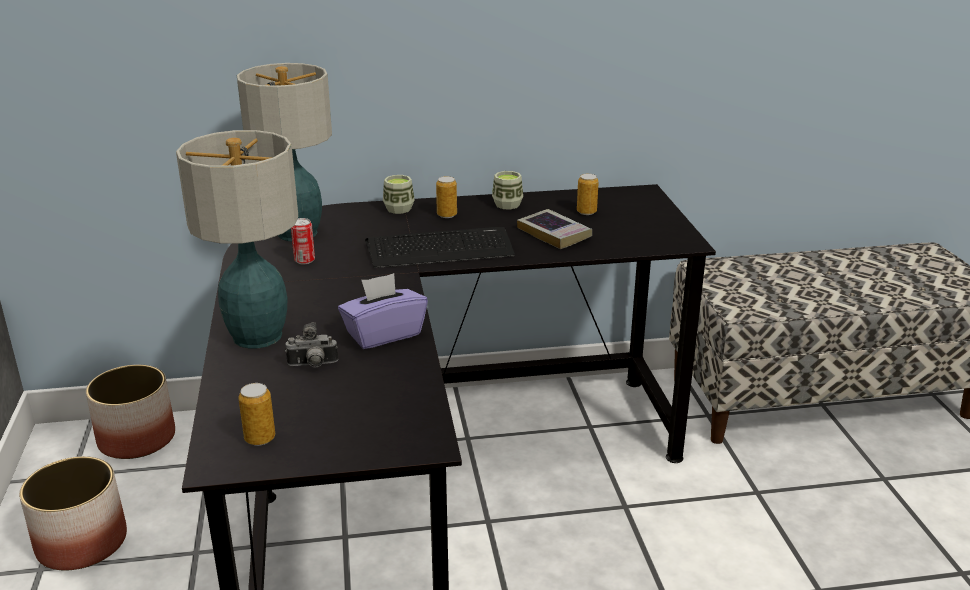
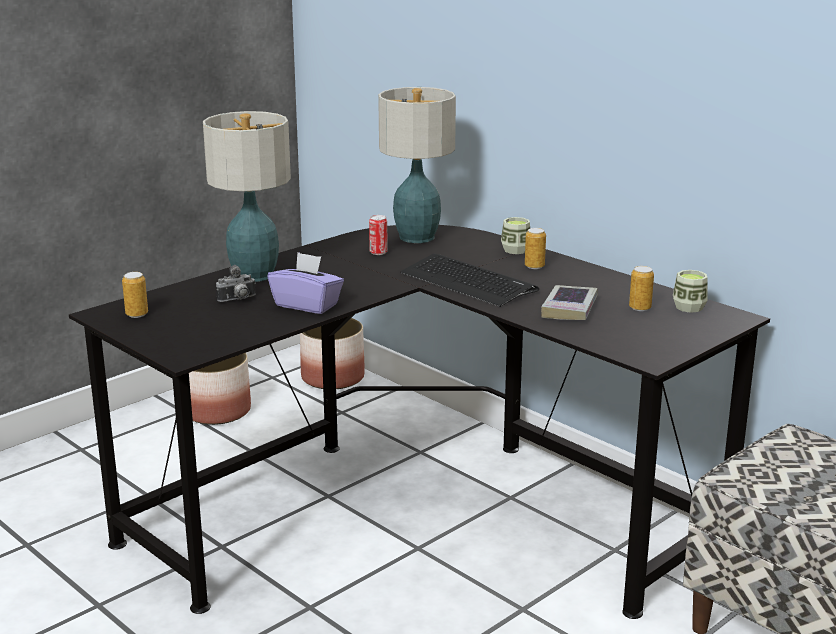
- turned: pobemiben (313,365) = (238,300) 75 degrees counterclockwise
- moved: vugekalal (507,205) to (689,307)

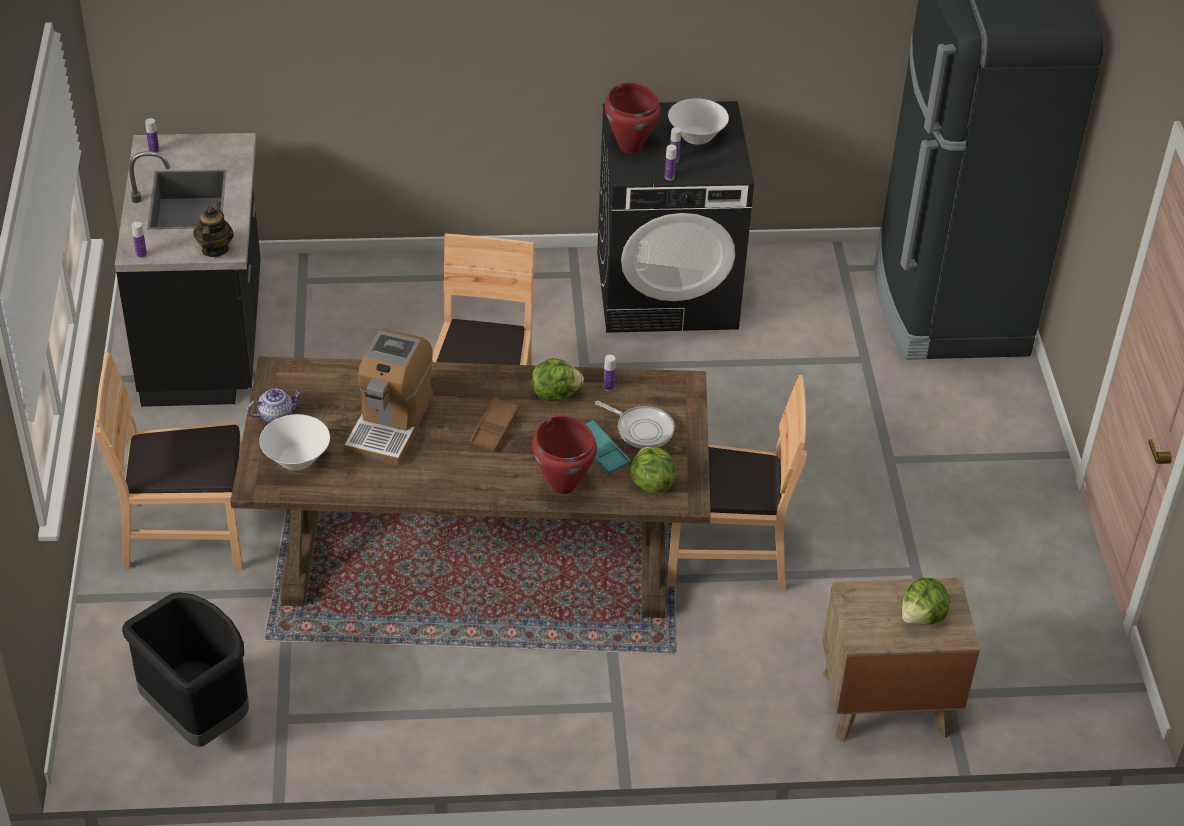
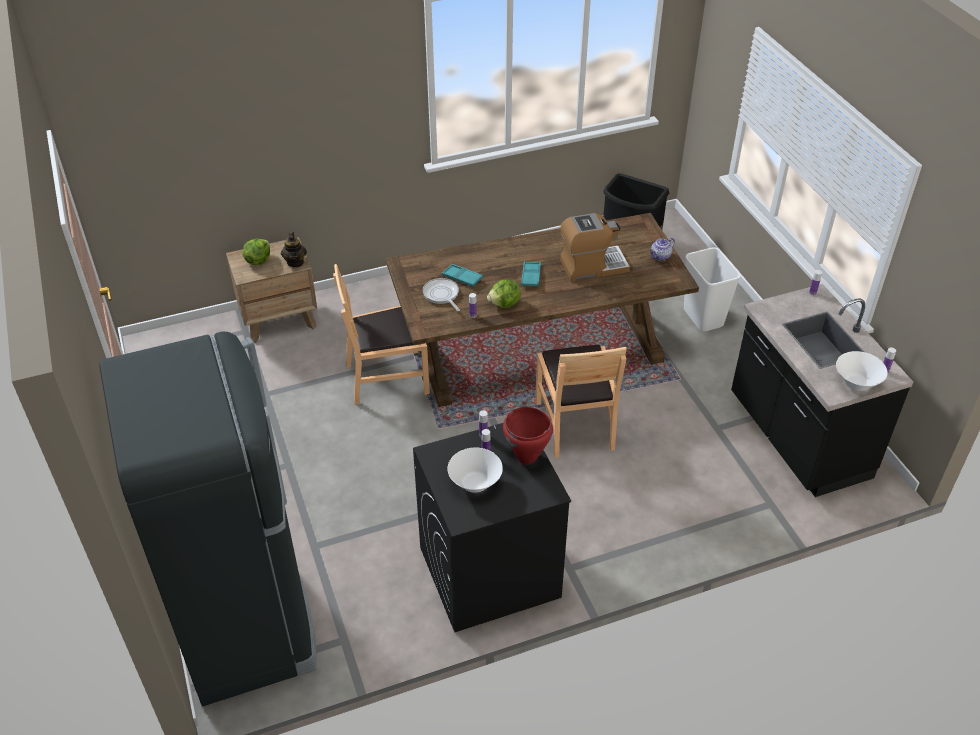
- moved: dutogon (214,249) to (295,262)
- turned: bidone (642,429) = (442,295) 45 degrees clockwise
- recoloured: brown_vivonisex (494,429) to turquoise_vivonisex (531,276)
- turned: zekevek (390,424) = (592,266) 75 degrees clockwise
- replaced: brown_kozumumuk (187,532) to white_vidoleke (704,318)
- moved: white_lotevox (296,459) to (856,383)
- removed: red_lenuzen (563,484)
- removed: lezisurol (651,484)

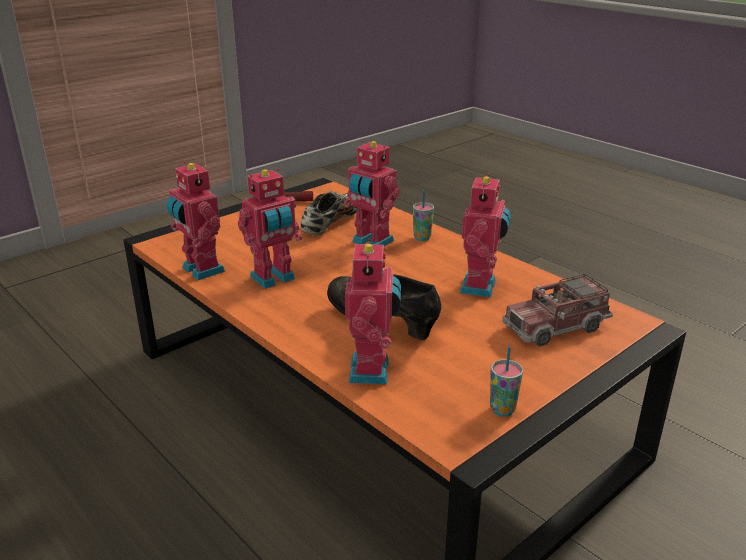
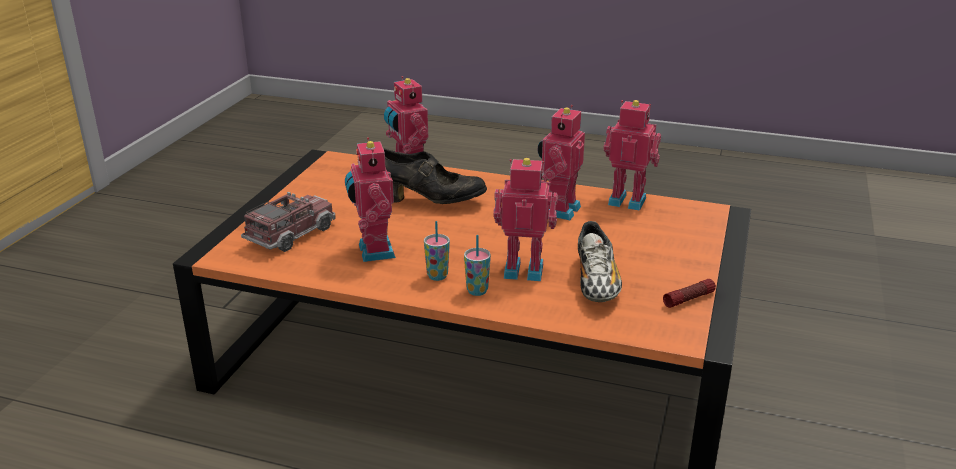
- moved: vugekalal (502,410) to (437,276)

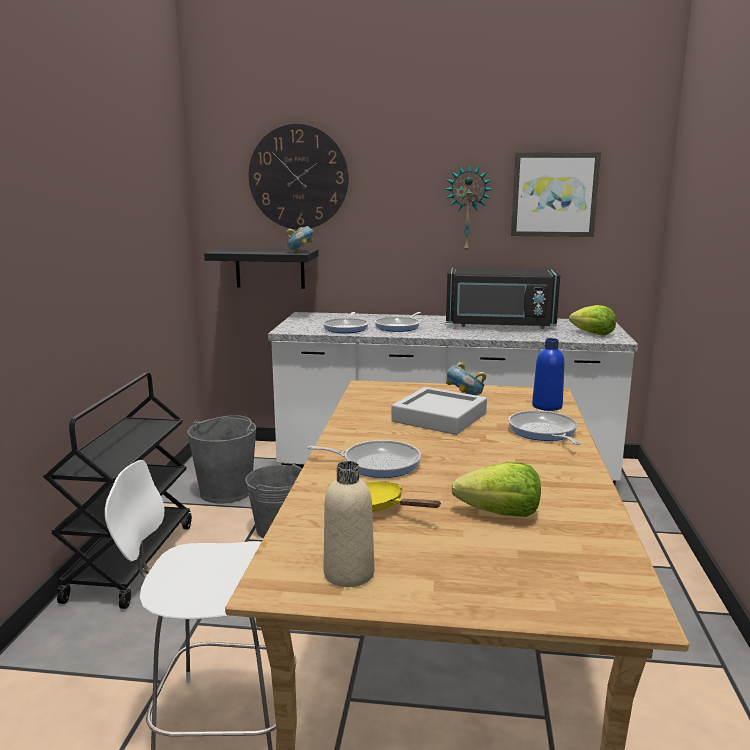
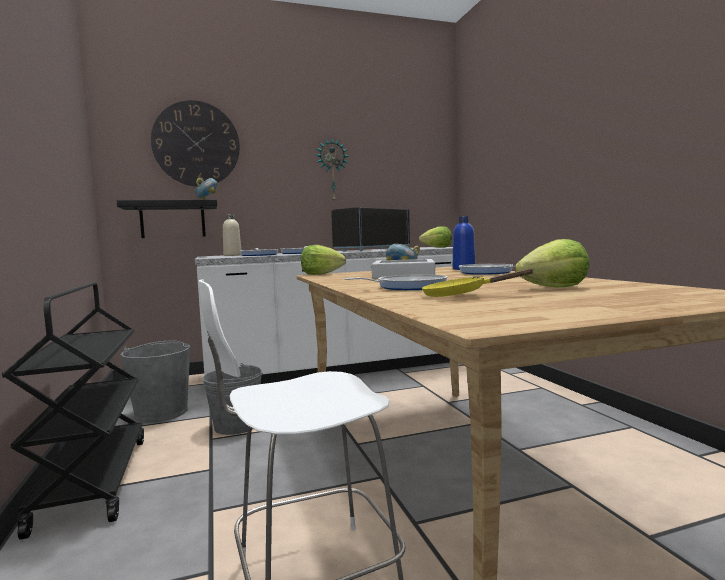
- moved: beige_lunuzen (349,574) to (232,255)
- added: lezisurol (321,274)
- turned: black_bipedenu (499,325) = (370,249) 150 degrees clockwise
- removed: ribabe (554,194)

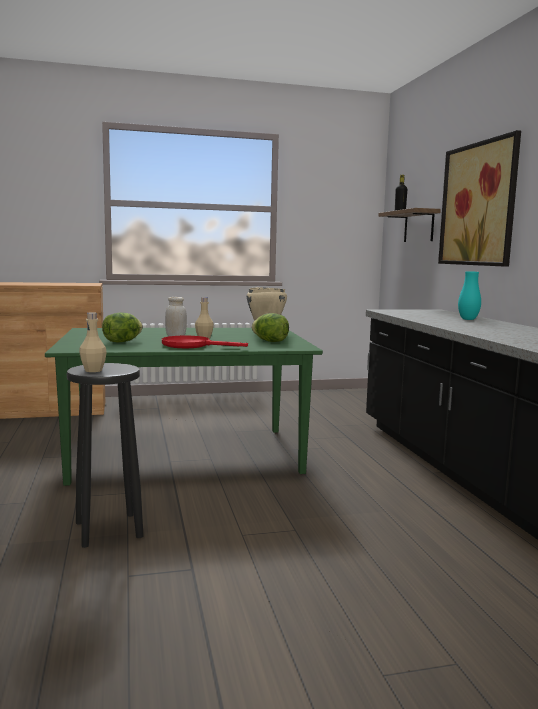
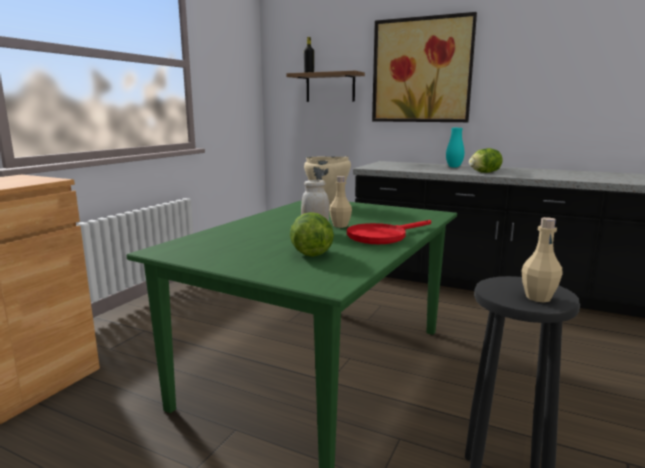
- moved: lezisurol (270,341) to (484,172)

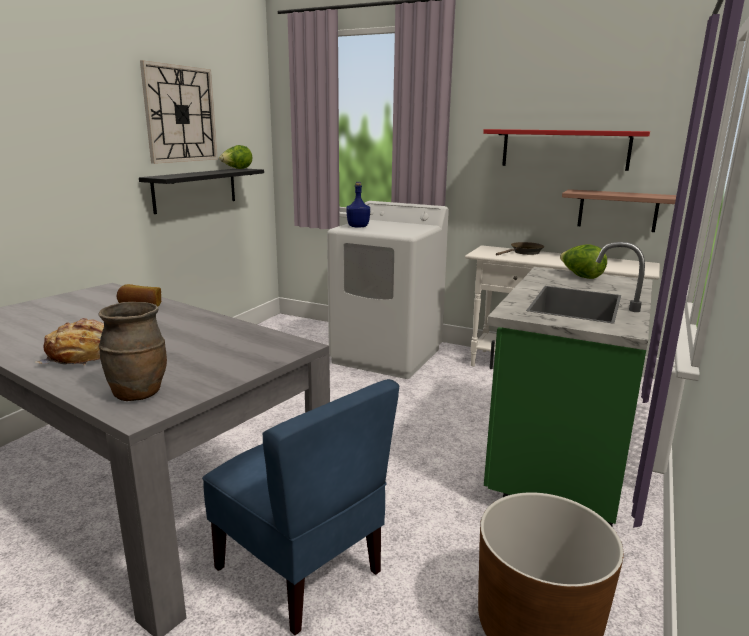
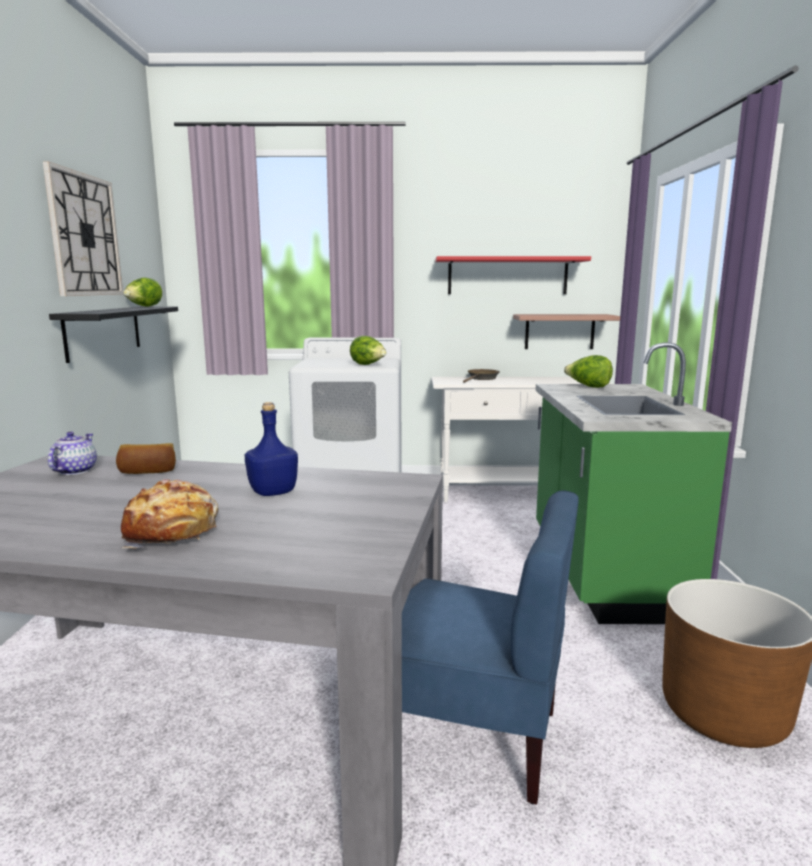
- added: dutogon (74,471)
- moved: blue_lunuzen (358,226) to (274,492)
- added: lezisurol (368,365)
- removed: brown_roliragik (139,393)

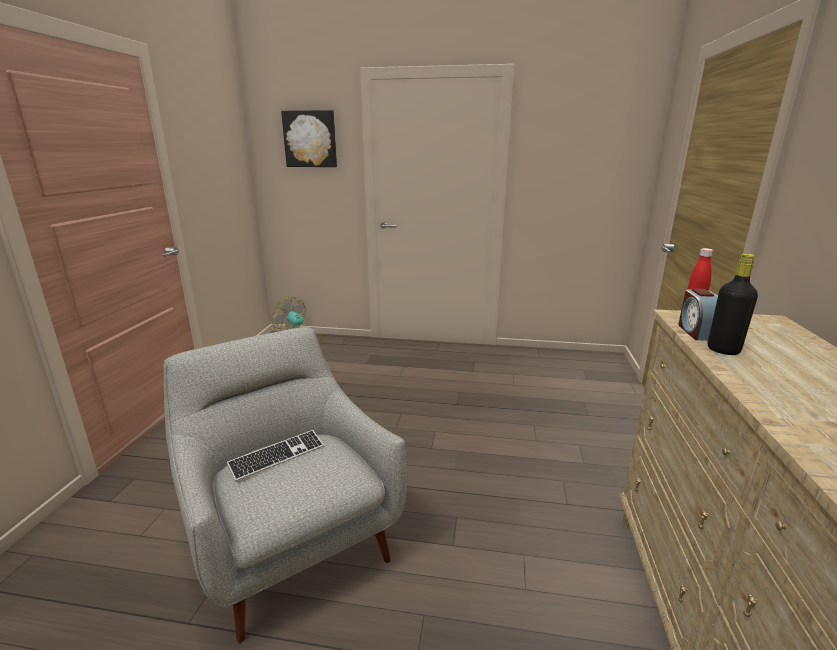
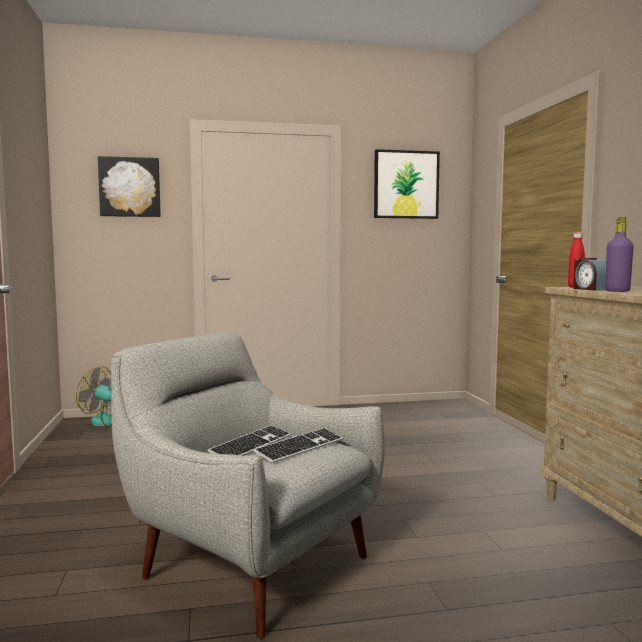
- added: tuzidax (300,447)
- added: ribabe (406,184)
- recoloured: black_lunuzen (723,350) to purple_lunuzen (617,291)

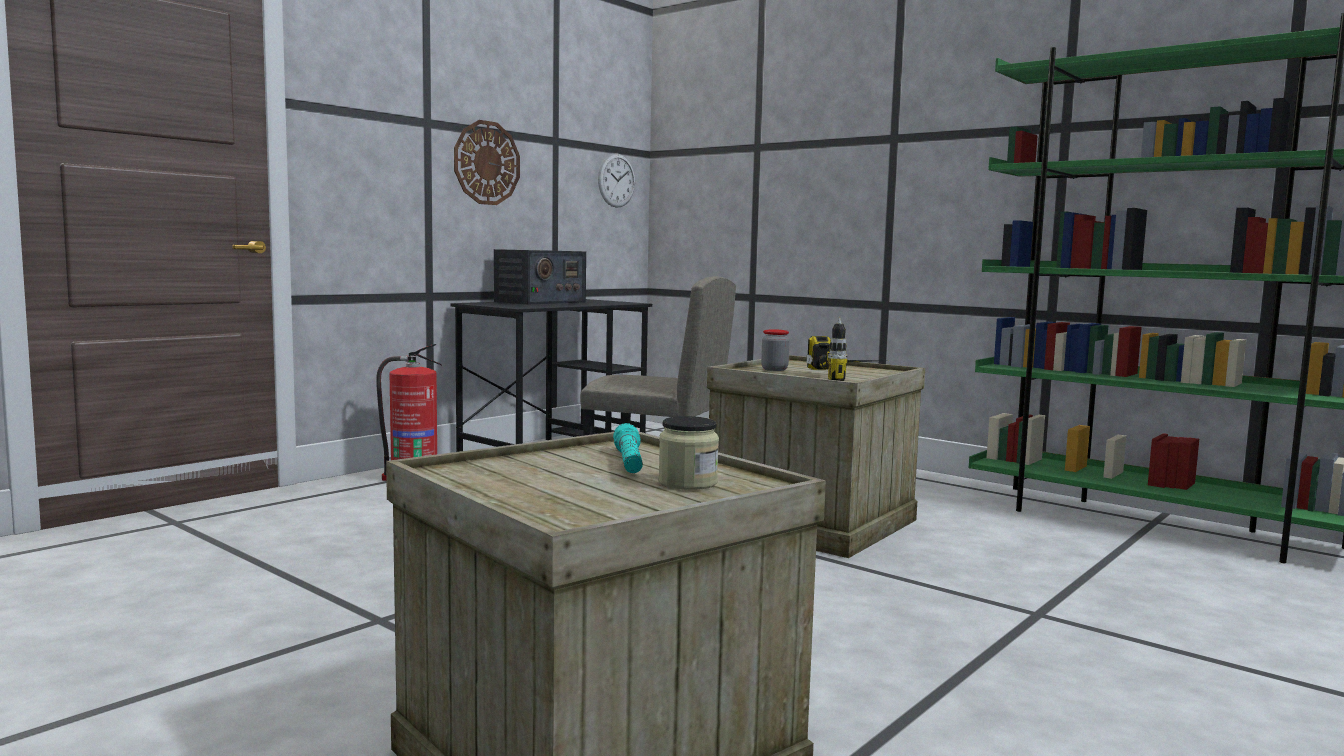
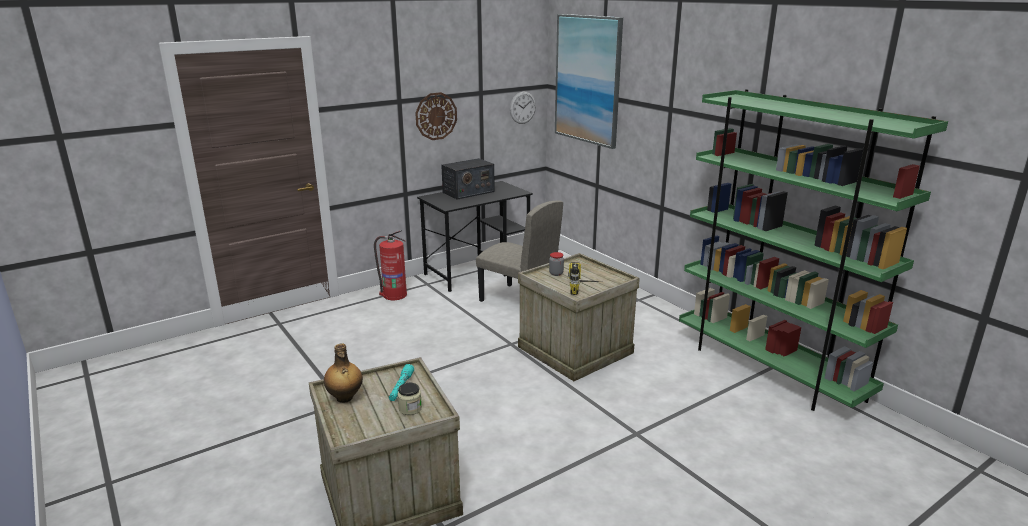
- added: lunuzen (345,398)
- added: ribabe (587,80)

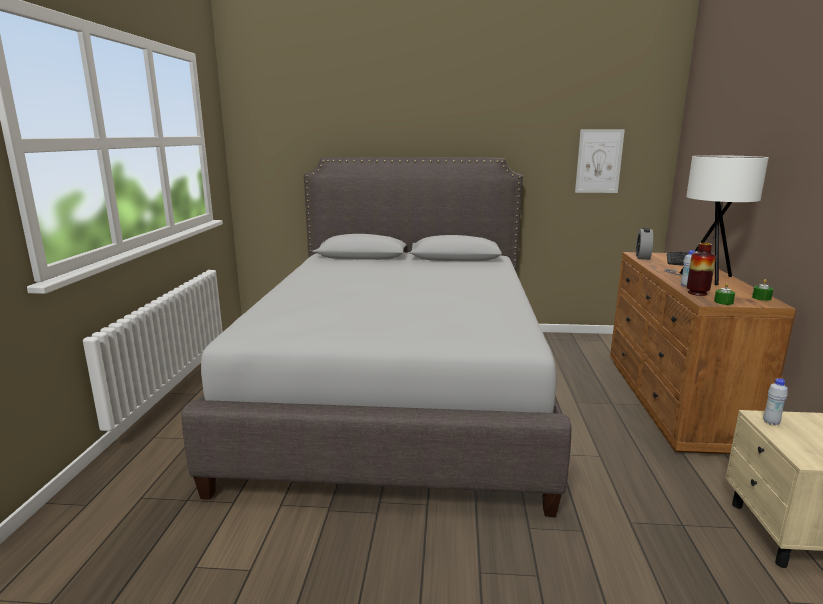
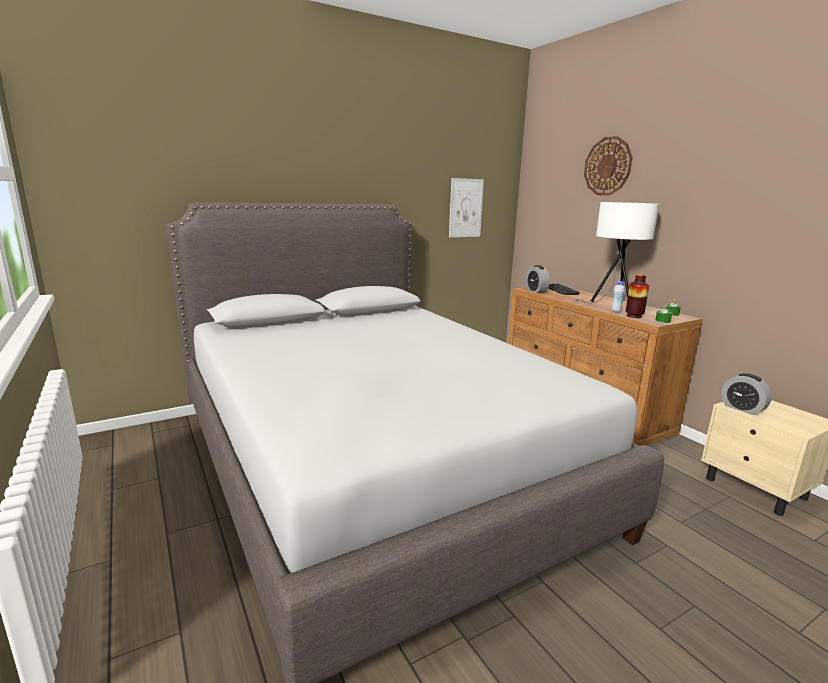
- added: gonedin (607,166)
- replaced: white_lunuzen (771,422) to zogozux (742,408)

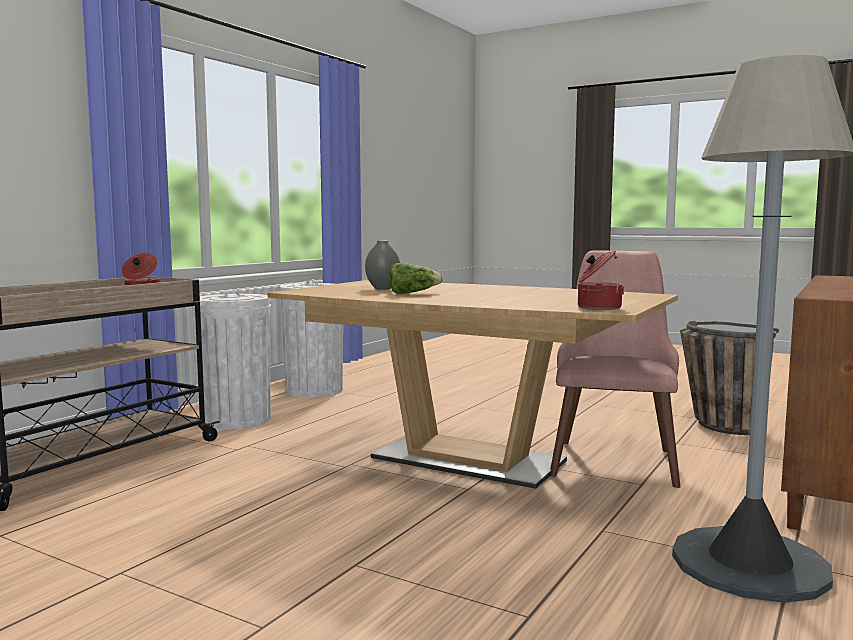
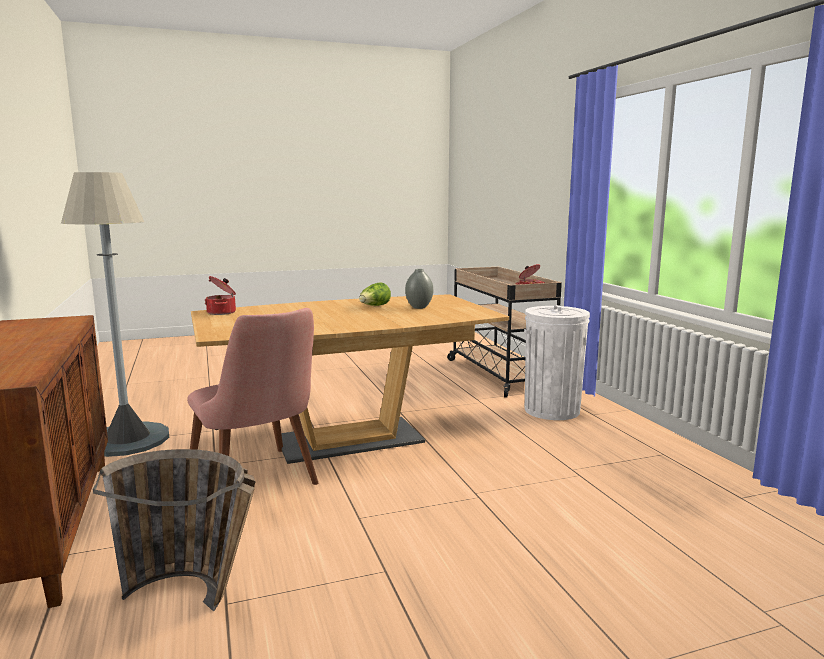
- removed: white_vidoleke (314,390)

